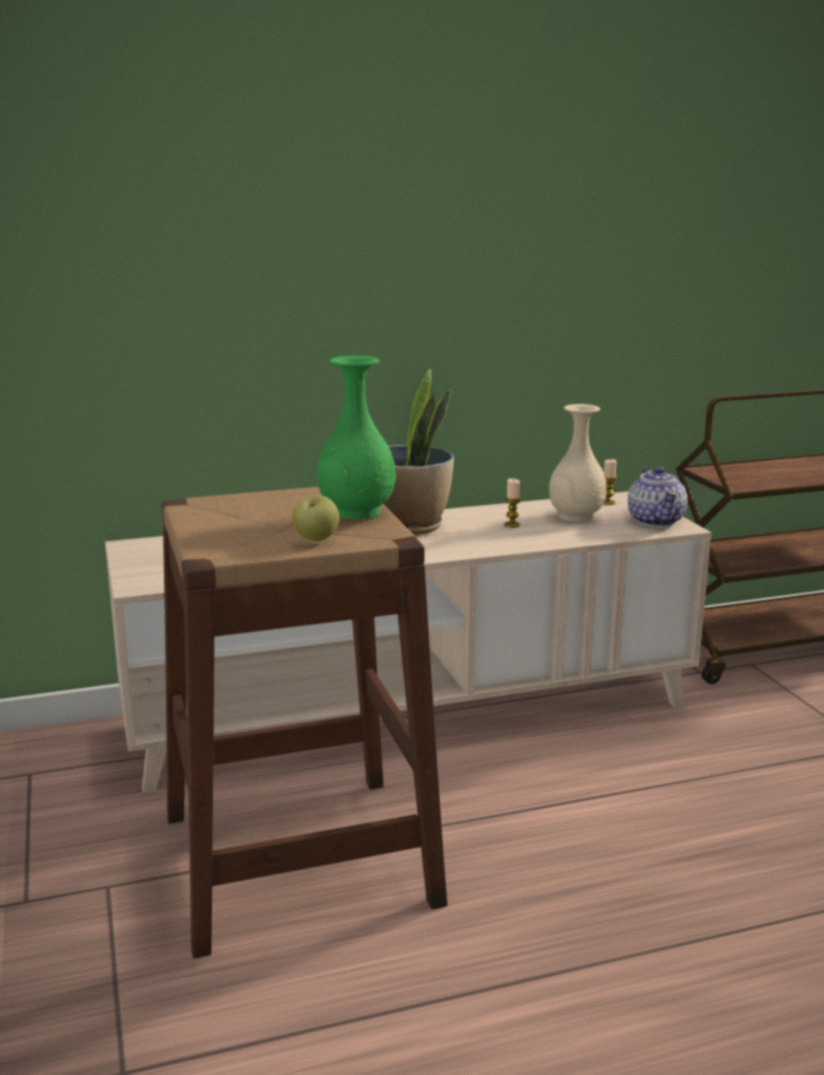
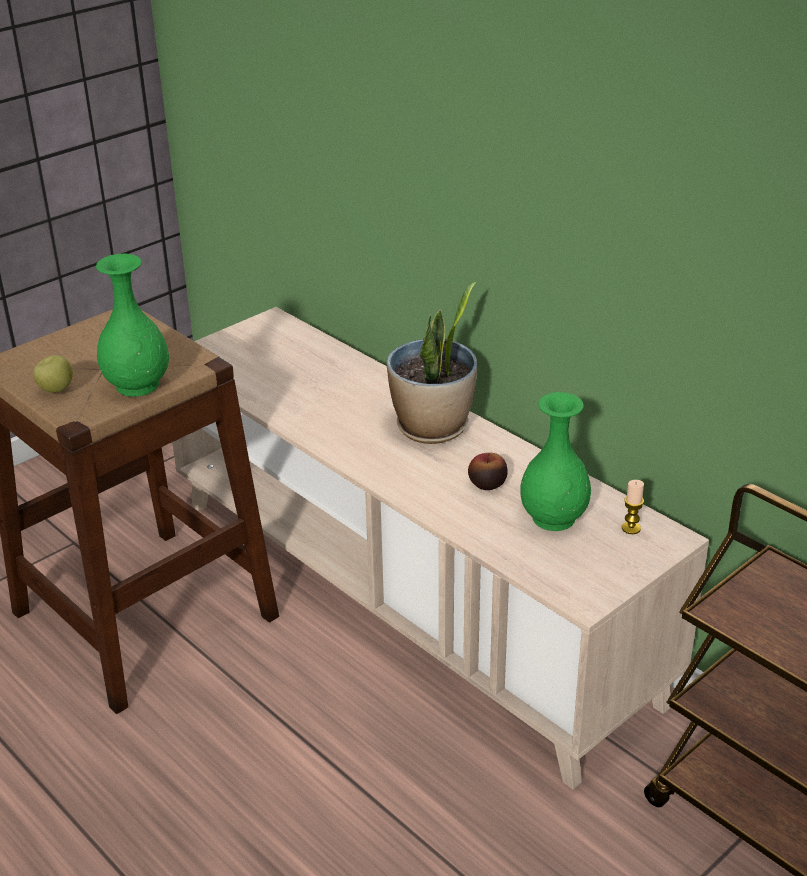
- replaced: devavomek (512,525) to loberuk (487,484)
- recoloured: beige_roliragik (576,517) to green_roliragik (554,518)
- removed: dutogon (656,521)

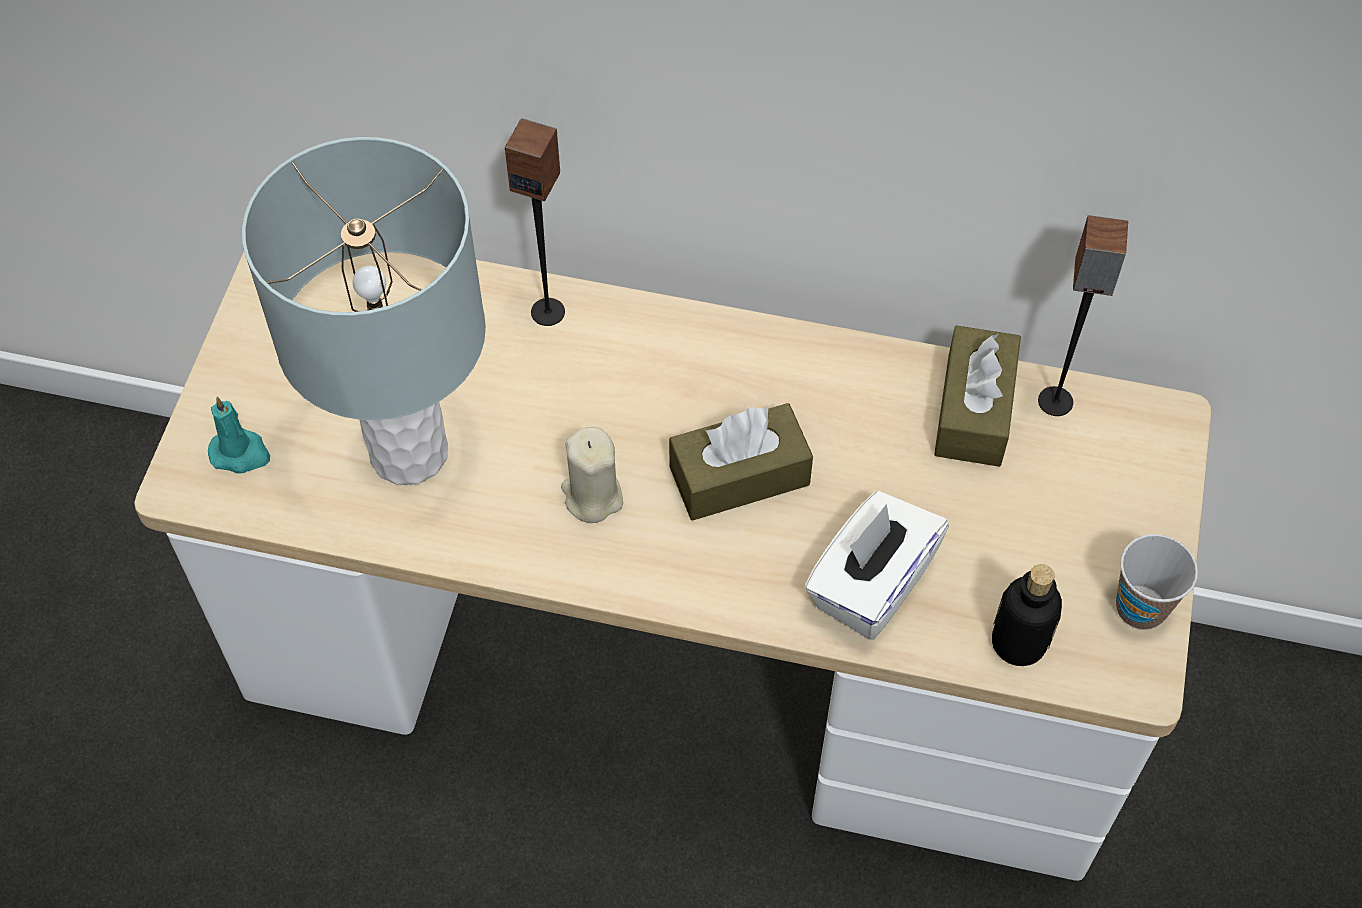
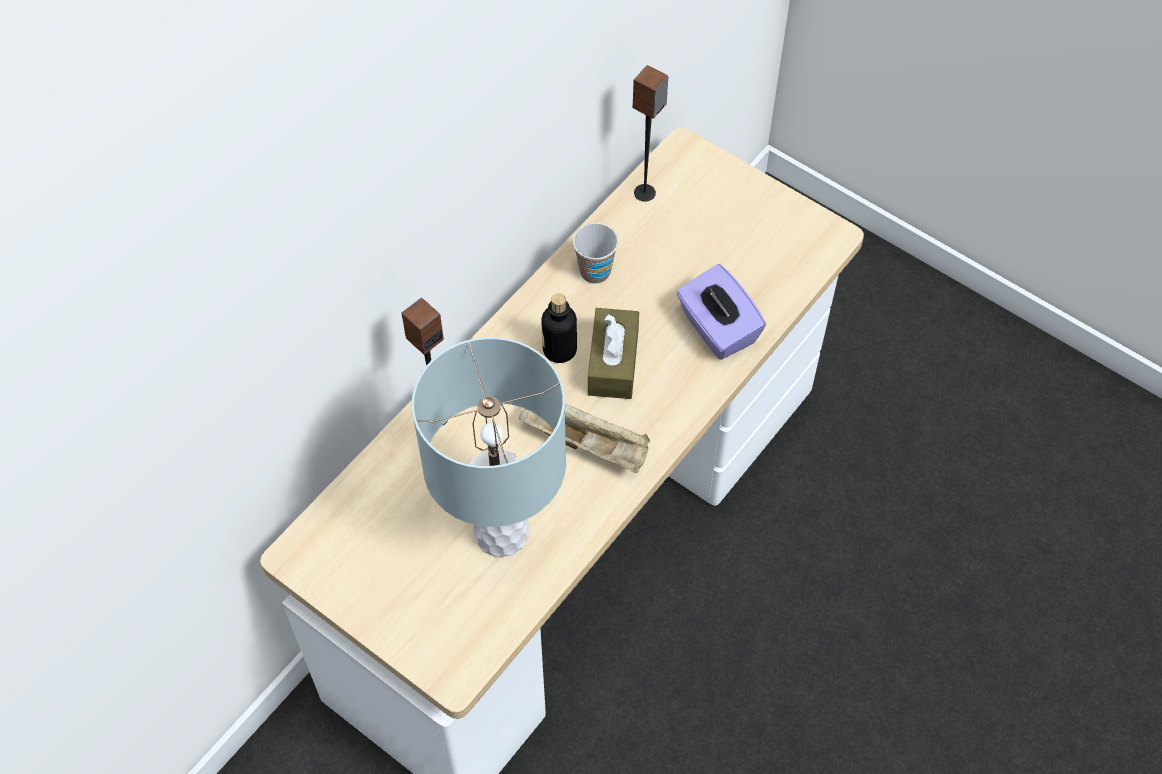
- replaced: beige_devavomek (592,496) to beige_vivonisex (587,443)
- moved: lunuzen (1018,642) to (559,350)
- moved: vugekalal (1140,607) to (595,271)
- recoloured: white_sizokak (870,584) to purple_sizokak (717,329)
- removed: turquoise_devavomek (240,453)
- removed: brown_sizokak (974,410)

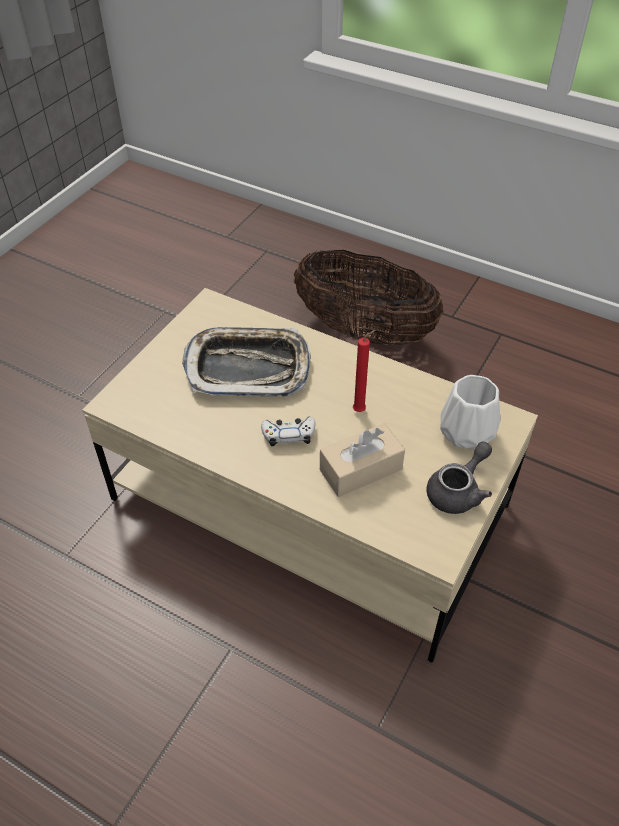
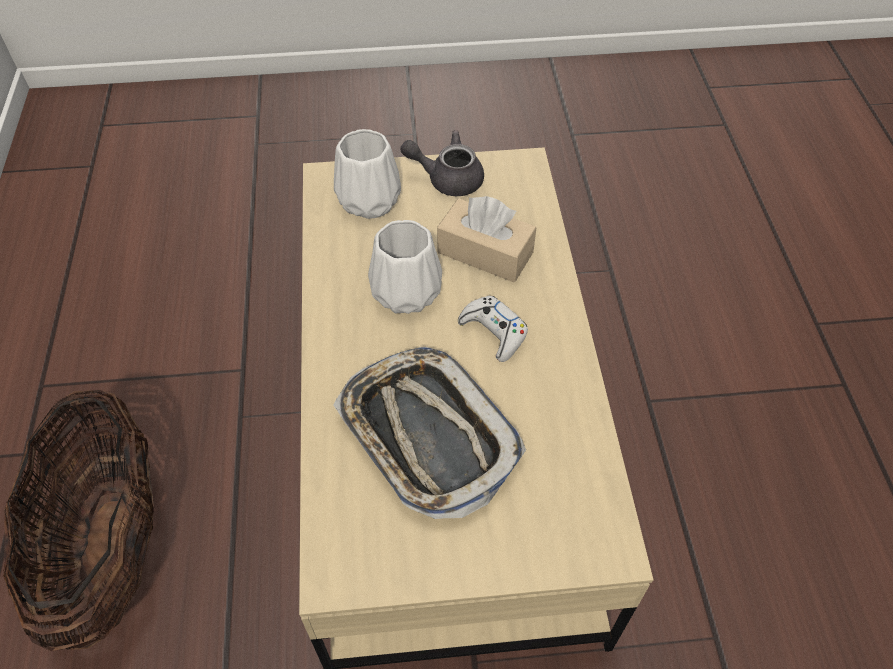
- replaced: red_devavomek (361,410) to white_roliragik (406,290)

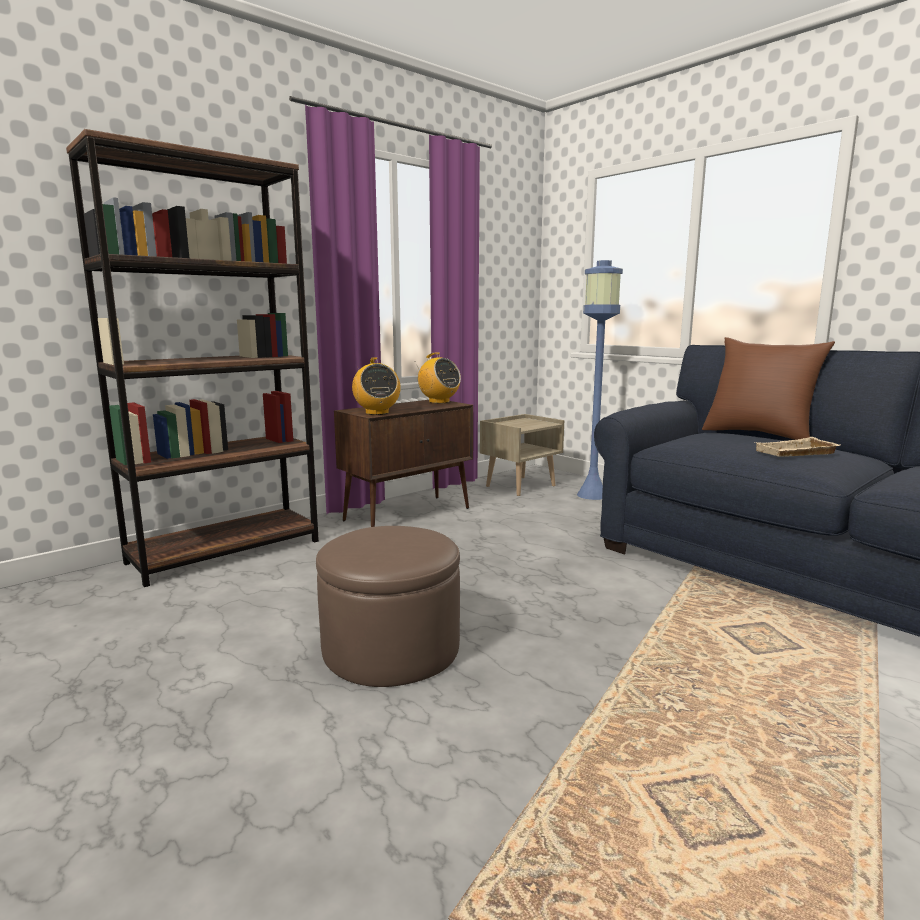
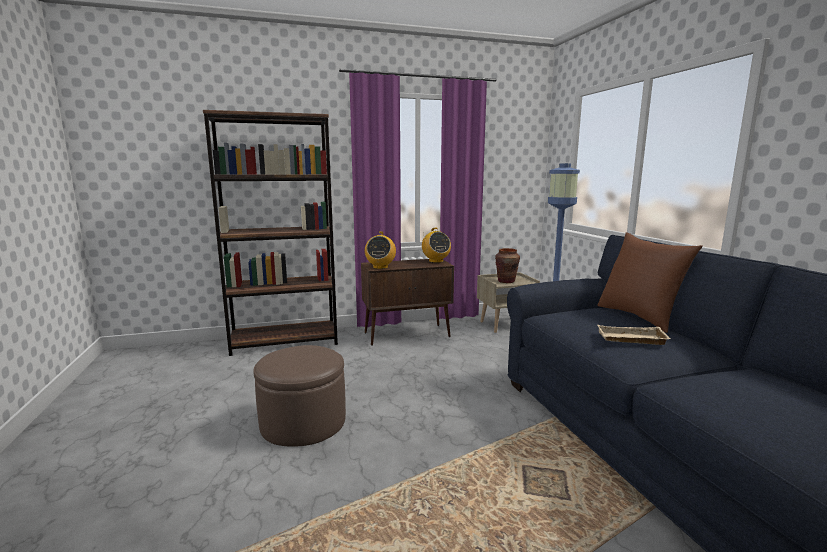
- added: brown_roliragik (506,281)

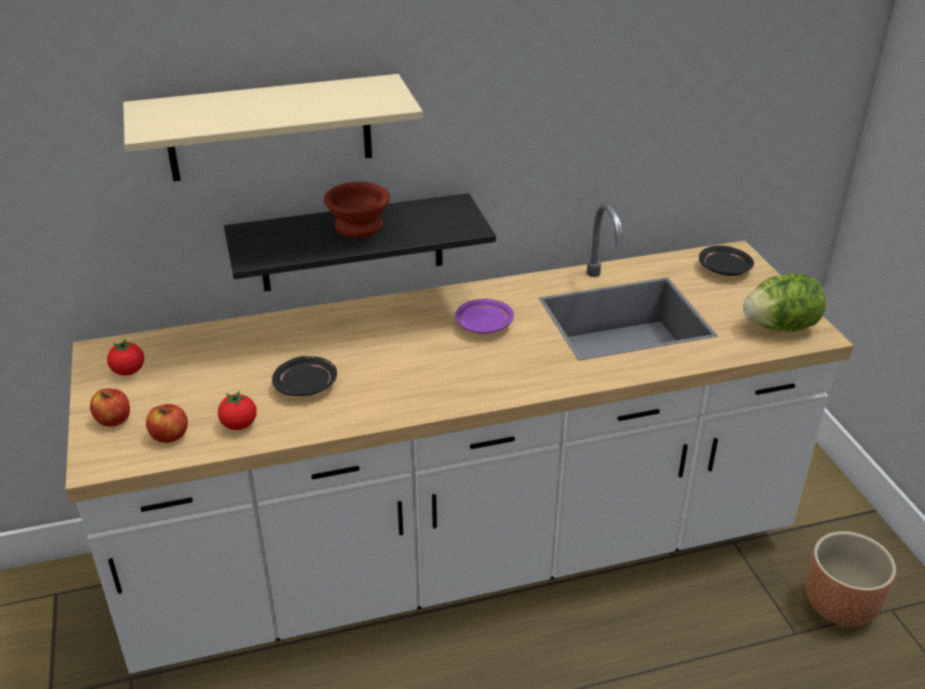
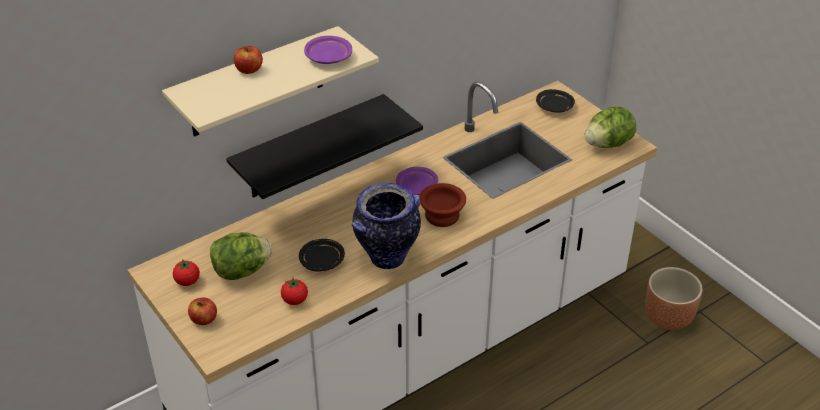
- added: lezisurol (241,271)
- moved: loberuk (169,436) to (249,70)
- added: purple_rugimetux (328,57)
- added: roliragik (387,259)
- moved: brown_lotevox (357,226) to (440,216)

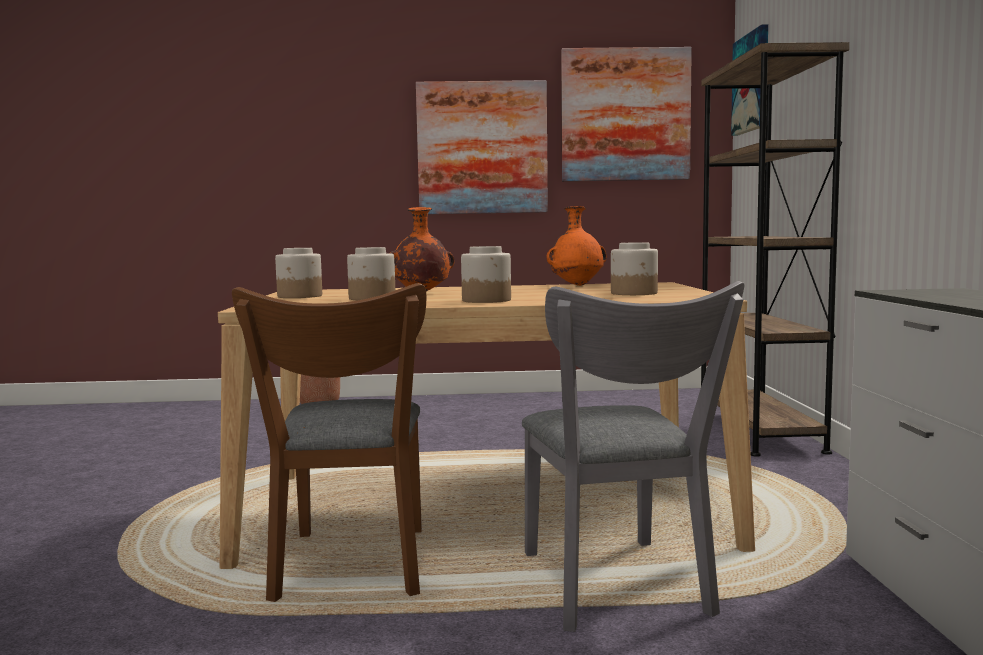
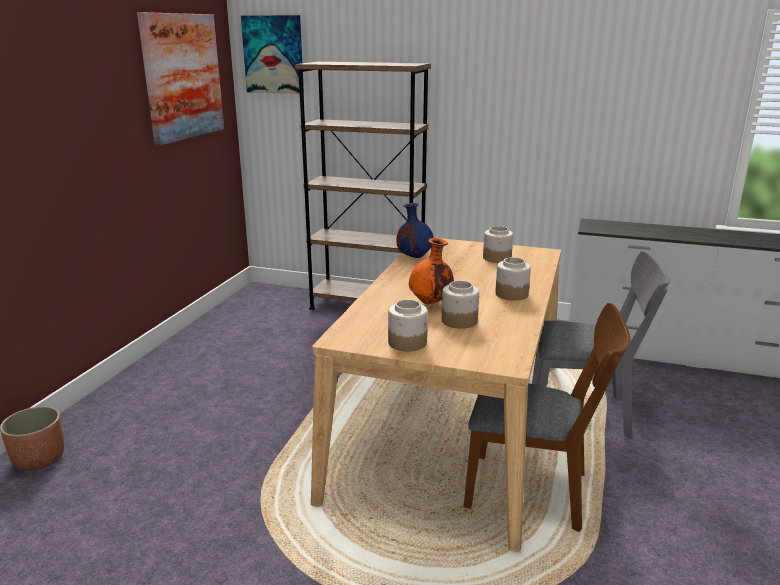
- recoloured: orange_roliragik (577,285) to blue_roliragik (414,257)
- removed: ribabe (482,148)

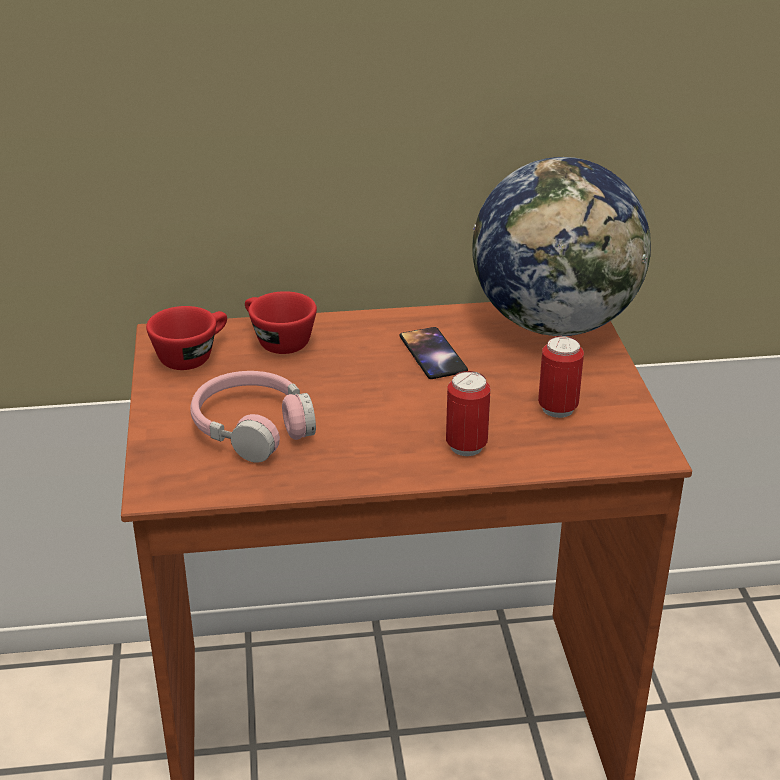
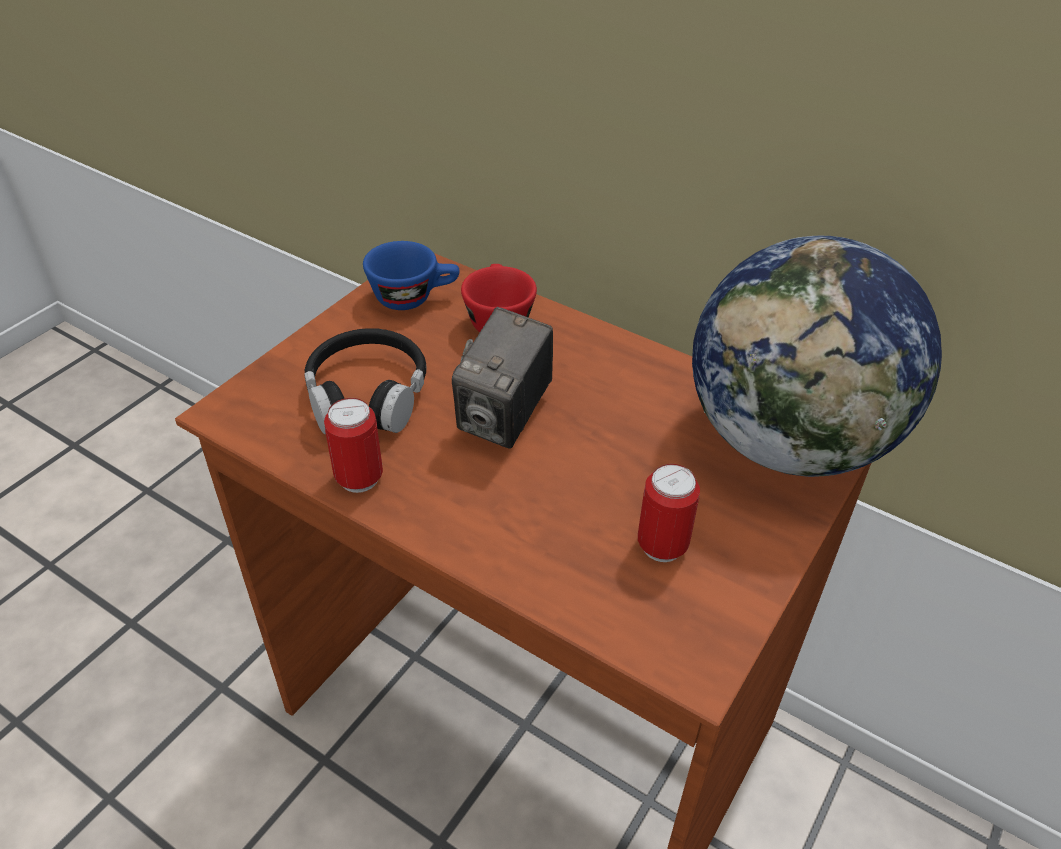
- recoloured: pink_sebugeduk (253,427) to black_sebugeduk (367,395)
- moved: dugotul (466,446) to (359,478)
- recoloured: red_vugekalal (192,356) to blue_vugekalal (414,297)
- added: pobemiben (504,417)
- removed: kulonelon (432,354)

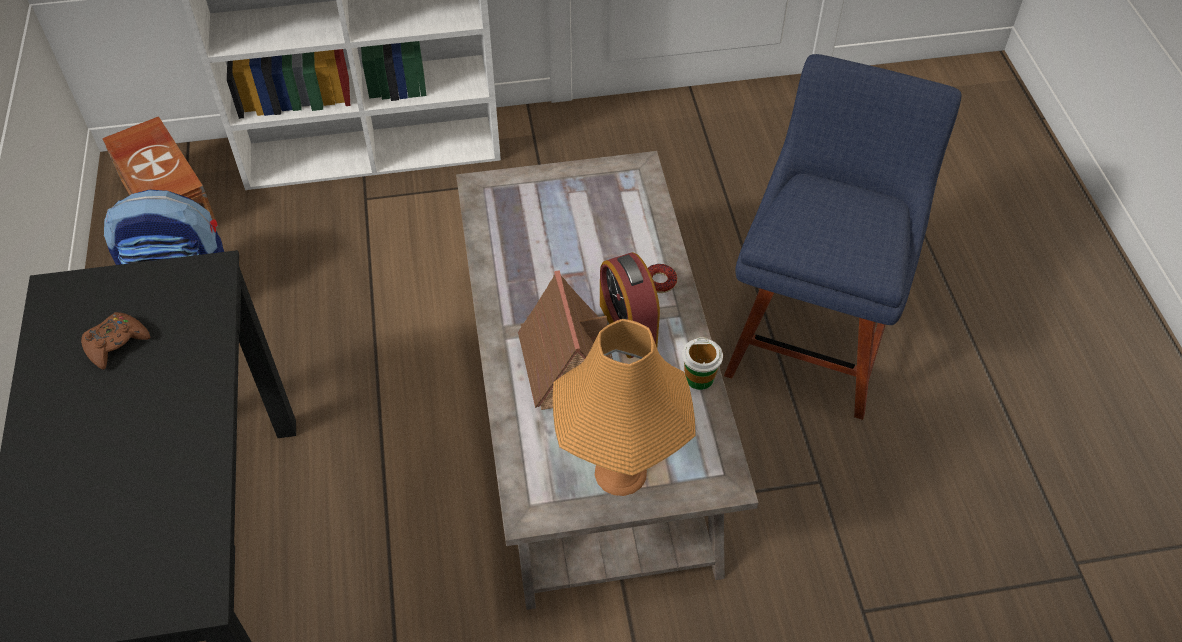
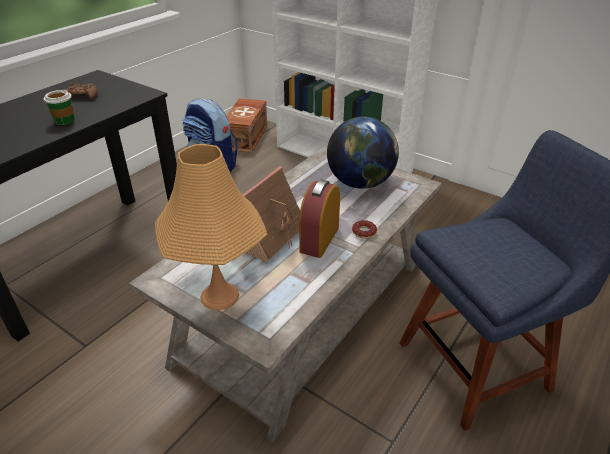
- moved: vugekalal (699,378) to (64,121)
- added: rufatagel (360,182)

